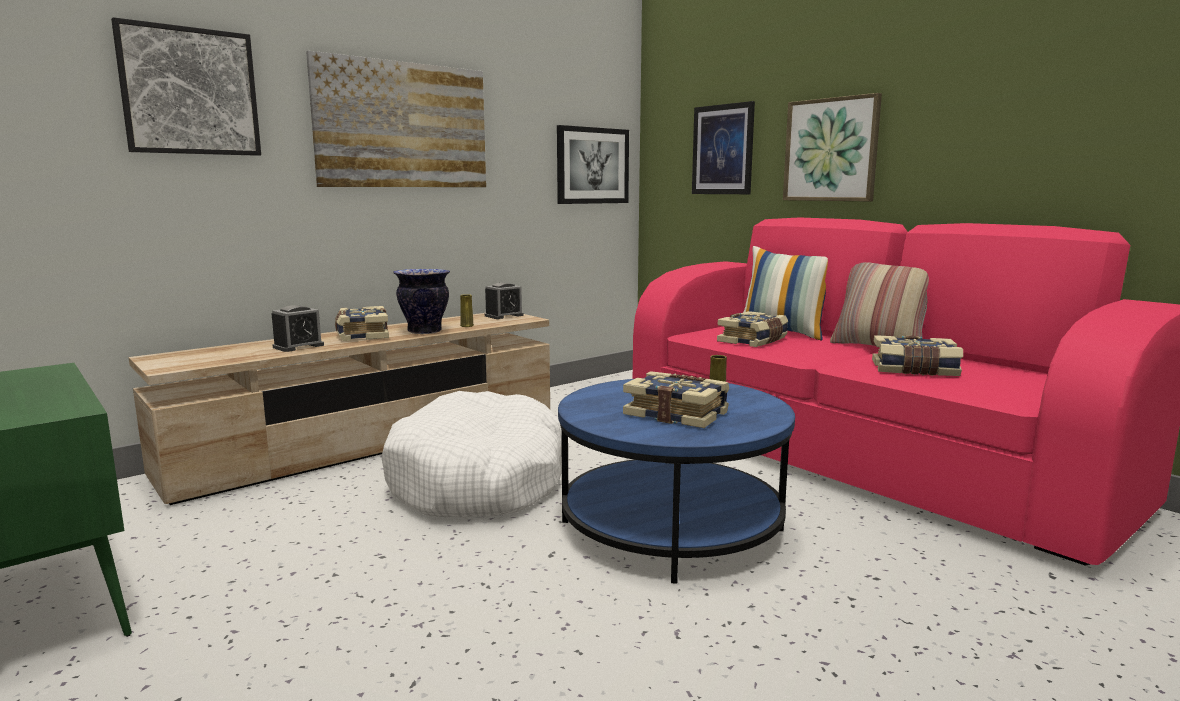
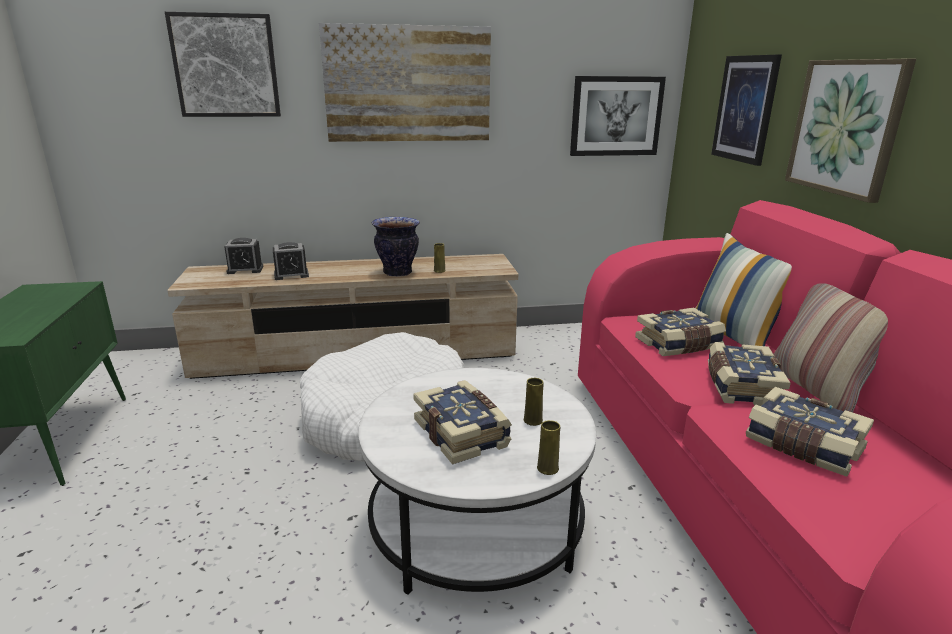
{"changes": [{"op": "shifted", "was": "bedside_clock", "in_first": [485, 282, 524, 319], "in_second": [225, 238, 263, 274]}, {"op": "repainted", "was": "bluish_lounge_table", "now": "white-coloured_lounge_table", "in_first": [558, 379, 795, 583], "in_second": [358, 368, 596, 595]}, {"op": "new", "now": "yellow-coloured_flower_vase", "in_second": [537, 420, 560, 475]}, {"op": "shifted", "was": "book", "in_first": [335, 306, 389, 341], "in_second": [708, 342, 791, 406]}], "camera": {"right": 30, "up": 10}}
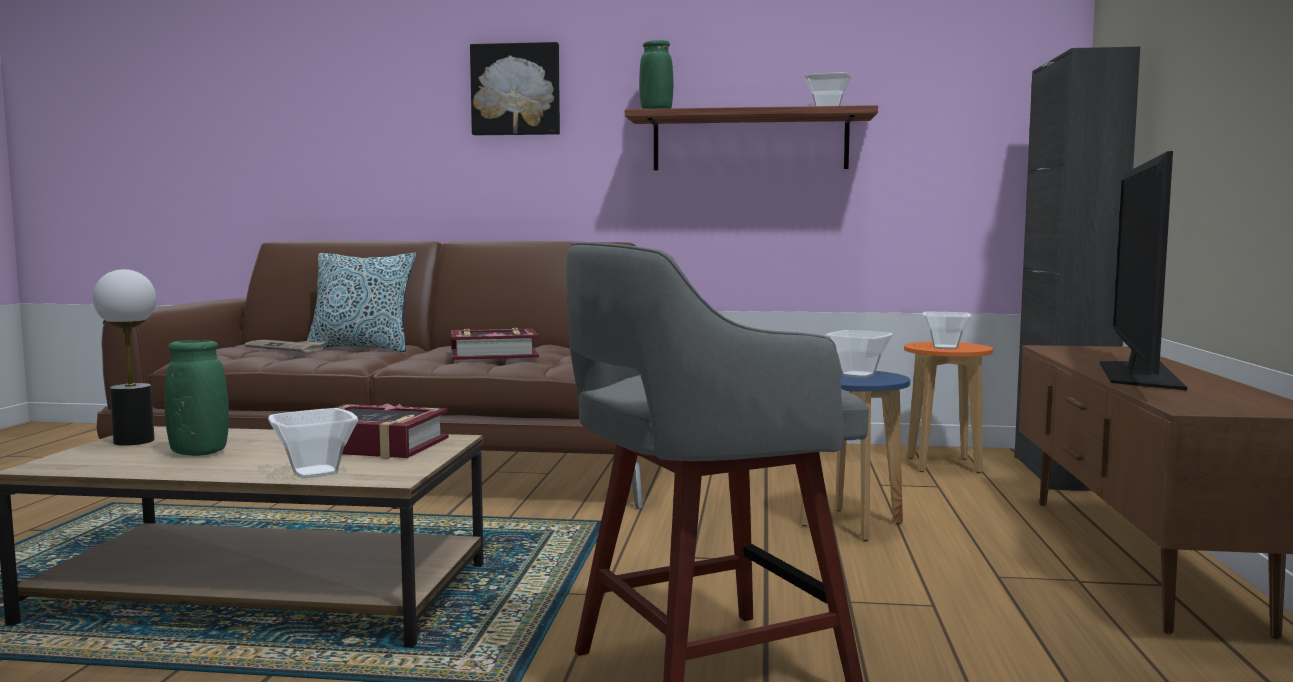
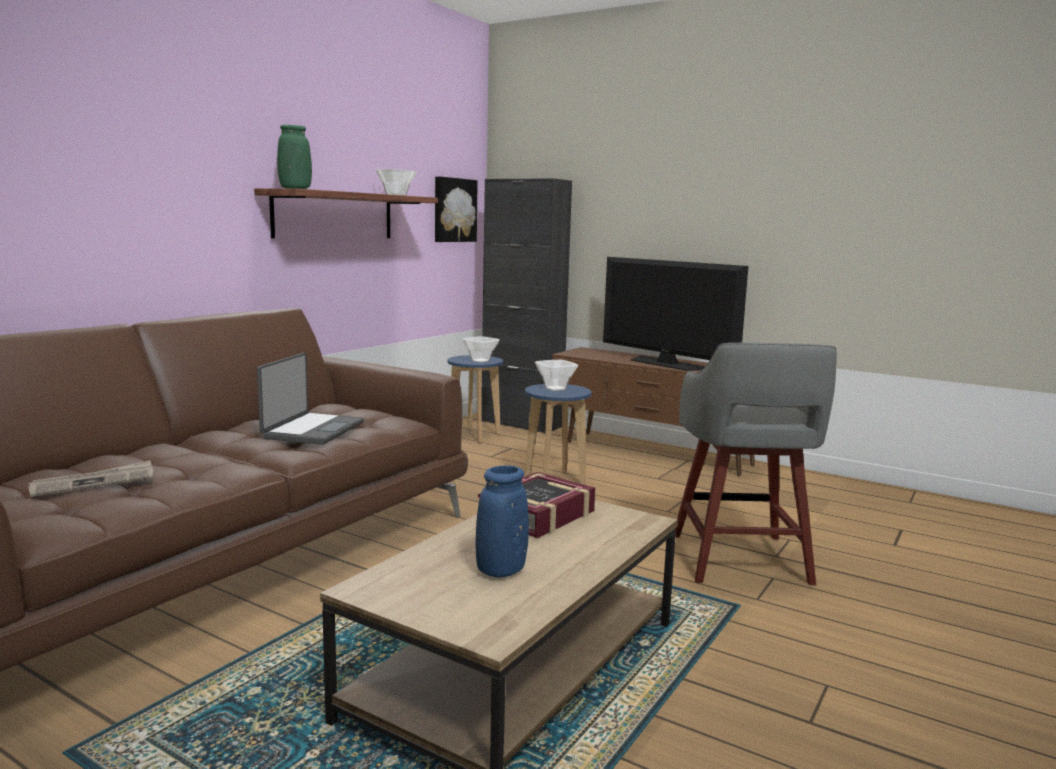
{"changes": [{"op": "swapped", "was": "book", "now": "notebook_computer", "in_first": [451, 328, 539, 360], "in_second": [257, 353, 364, 445]}, {"op": "shifted", "was": "wall_picture", "in_first": [470, 42, 560, 135], "in_second": [435, 176, 478, 242]}, {"op": "repainted", "was": "orange_stool_seat", "now": "bluish_stool_seat", "in_first": [904, 342, 993, 473], "in_second": [448, 355, 503, 443]}, {"op": "repainted", "was": "greenish_flower_vase", "now": "bluish_flower_vase", "in_first": [164, 340, 229, 456], "in_second": [476, 465, 529, 577]}, {"op": "gone", "was": "lamp_for_a_table", "in_first": [93, 269, 156, 446]}, {"op": "gone", "was": "bowl", "in_first": [268, 408, 358, 479]}, {"op": "gone", "was": "pillow", "in_first": [307, 252, 416, 352]}], "camera": {"right": -65, "up": 5}}
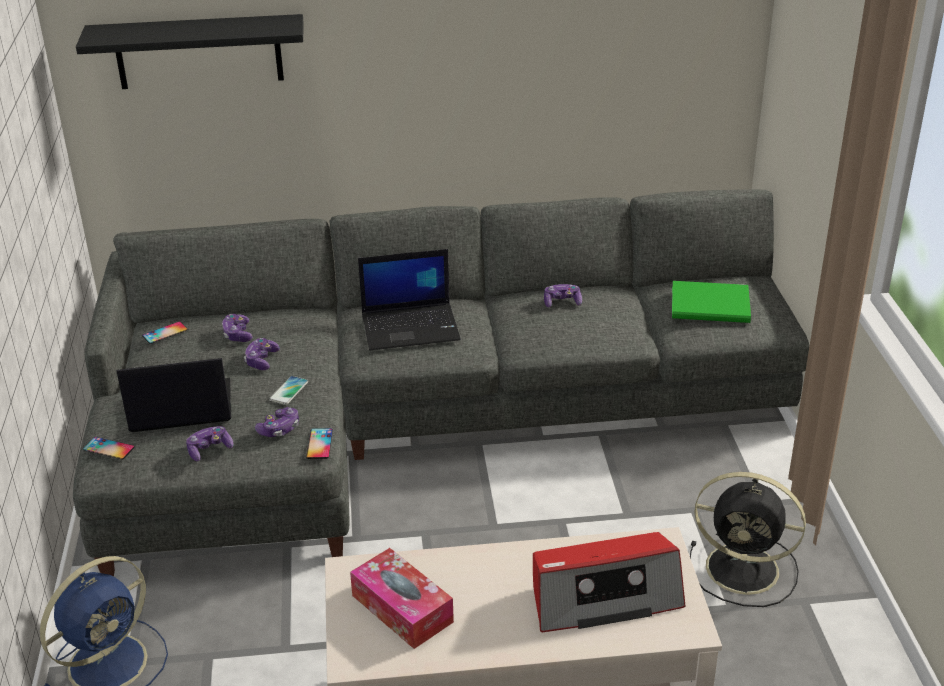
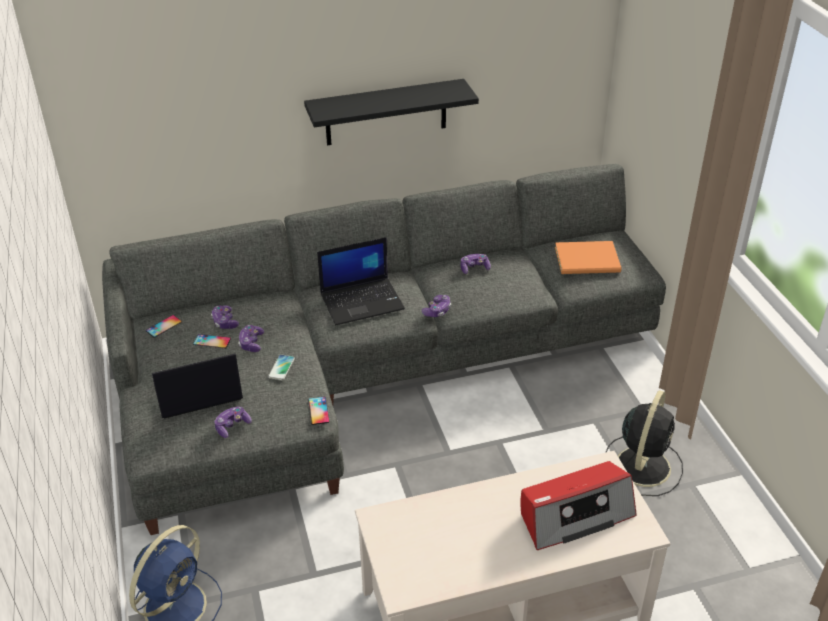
{"changes": [{"op": "shifted", "was": "handset", "in_first": [83, 437, 135, 460], "in_second": [193, 334, 231, 348]}, {"op": "shifted", "was": "black_shelf", "in_first": [76, 14, 303, 89], "in_second": [304, 79, 479, 146]}, {"op": "shifted", "was": "joypad", "in_first": [255, 407, 299, 437], "in_second": [422, 295, 451, 317]}, {"op": "repainted", "was": "greenish_book", "now": "orange_book", "in_first": [672, 281, 751, 323], "in_second": [555, 241, 621, 274]}, {"op": "rotated", "was": "black_electric_fan", "in_first": [690, 472, 806, 607], "in_second": [606, 390, 683, 496], "clockwise": -75}, {"op": "gone", "was": "tissue_box", "in_first": [350, 548, 454, 649]}], "camera": {"right": -10, "up": 5}}
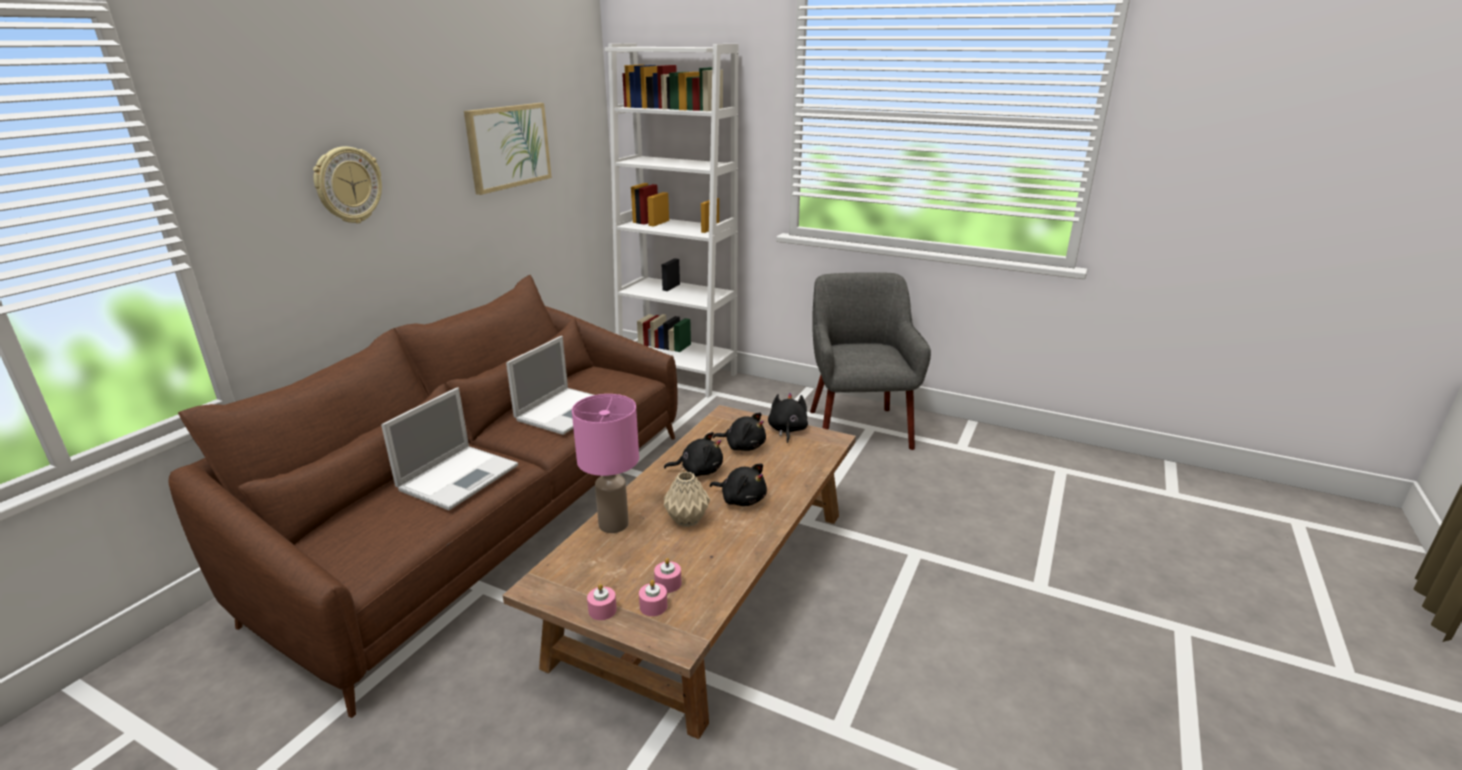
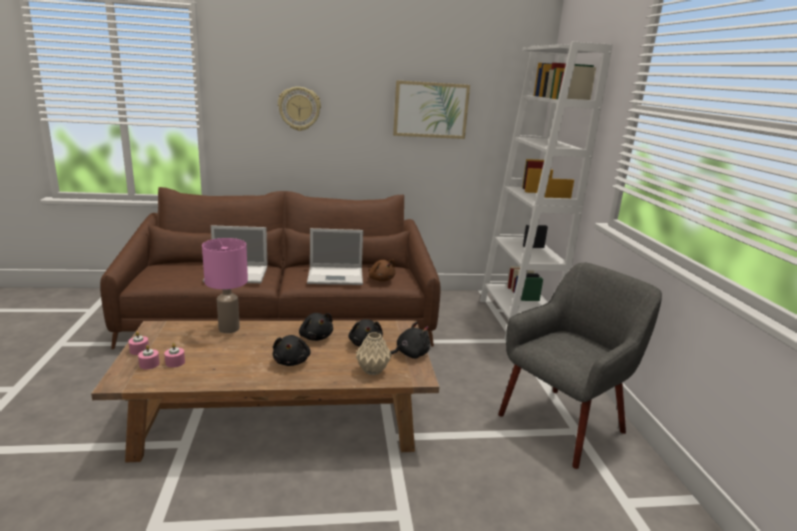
{"changes": [{"op": "shifted", "was": "beige-coloured_flower_vase", "in_first": [664, 471, 710, 527], "in_second": [356, 332, 392, 375]}, {"op": "new", "now": "brown-coloured_cuddly_toy", "in_second": [368, 260, 396, 282]}], "camera": {"right": 55, "up": -5}}
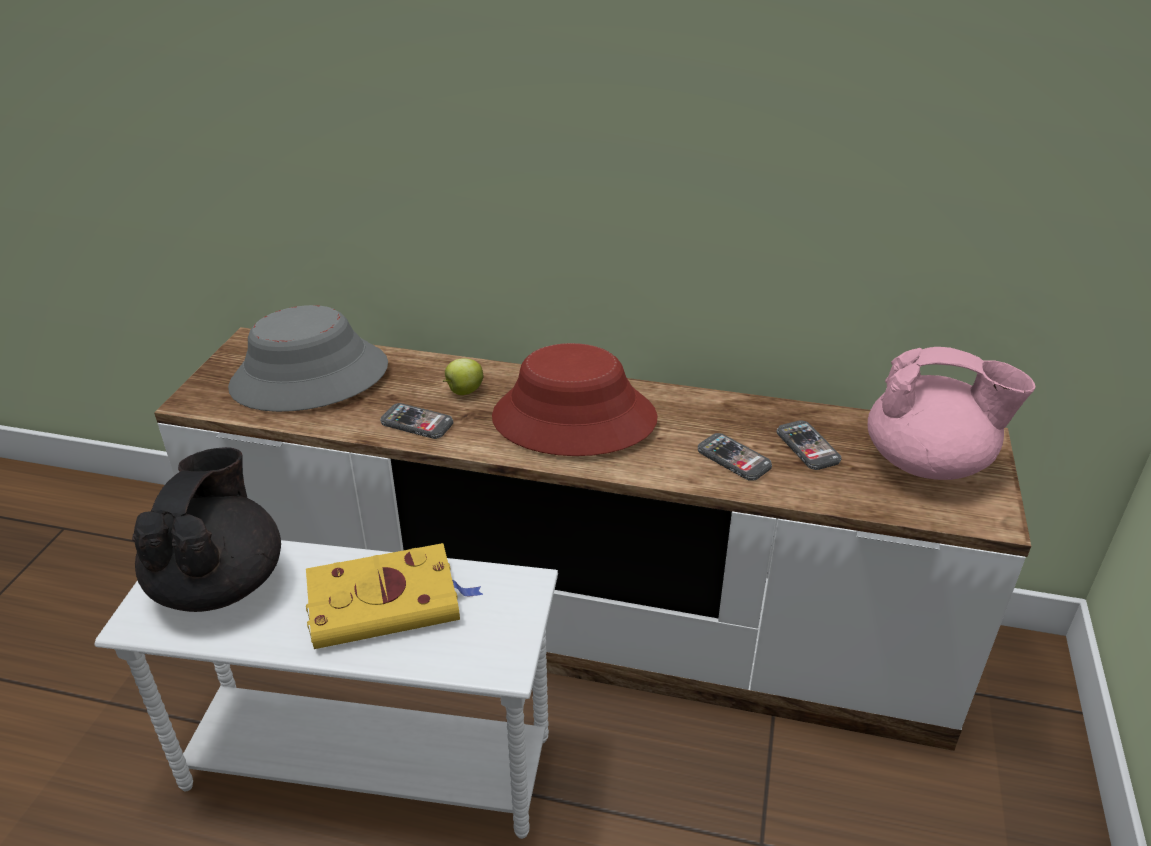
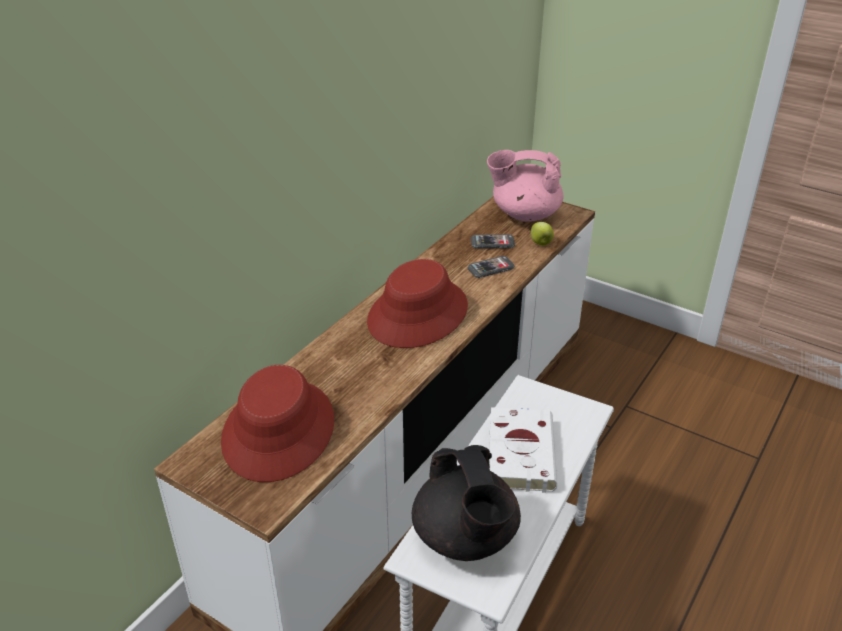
{"changes": [{"op": "repainted", "was": "gray_hat", "now": "red_hat", "in_first": [228, 305, 388, 412], "in_second": [221, 365, 334, 482]}, {"op": "rotated", "was": "black_pot_for_tea", "in_first": [132, 447, 281, 612], "in_second": [412, 445, 521, 561], "clockwise": -135}, {"op": "rotated", "was": "pink-coloured_pot_for_tea", "in_first": [868, 347, 1035, 480], "in_second": [487, 150, 563, 222], "clockwise": -120}, {"op": "repainted", "was": "yellow-coloured_book", "now": "white-coloured_book", "in_first": [306, 543, 483, 649], "in_second": [489, 407, 557, 493]}, {"op": "shifted", "was": "apple", "in_first": [443, 358, 484, 395], "in_second": [531, 222, 554, 246]}, {"op": "gone", "was": "handset", "in_first": [380, 403, 453, 439]}], "camera": {"right": -70, "up": 0}}
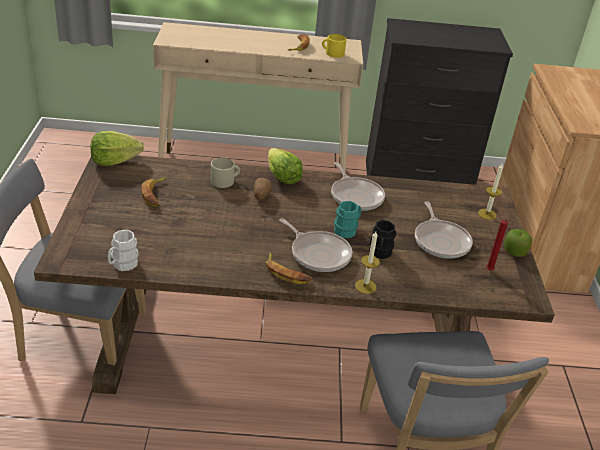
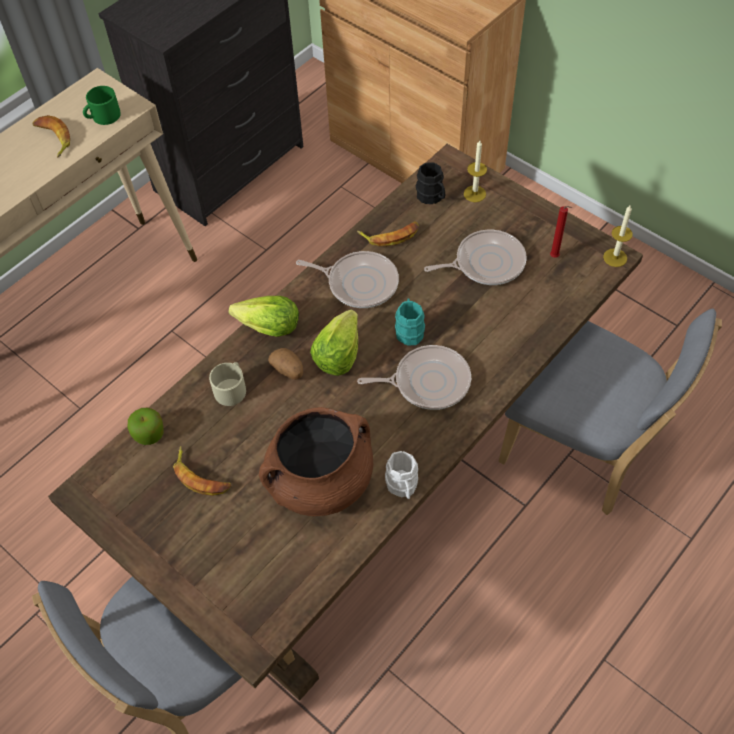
{"changes": [{"op": "repainted", "was": "yellow-coloured_tea_mug", "now": "greenish_tea_mug", "in_first": [322, 34, 347, 58], "in_second": [83, 86, 121, 125]}, {"op": "shifted", "was": "apple", "in_first": [504, 229, 532, 257], "in_second": [128, 408, 164, 445]}, {"op": "new", "now": "brown-coloured_stockpot", "in_second": [259, 407, 373, 516]}, {"op": "shifted", "was": "head_of_lettuce", "in_first": [90, 131, 144, 166], "in_second": [310, 310, 358, 376]}, {"op": "shifted", "was": "banana", "in_first": [266, 252, 312, 284], "in_second": [357, 221, 419, 247]}, {"op": "shifted", "was": "white-coloured_tea_mug", "in_first": [108, 230, 139, 271], "in_second": [385, 451, 418, 499]}, {"op": "shifted", "was": "black_tea_mug", "in_first": [369, 220, 396, 259], "in_second": [416, 162, 445, 204]}, {"op": "rotated", "was": "pan", "in_first": [415, 201, 473, 259], "in_second": [424, 230, 527, 285], "clockwise": -45}, {"op": "shifted", "was": "wax_candle", "in_first": [355, 231, 380, 294], "in_second": [603, 205, 633, 267]}], "camera": {"right": -45, "up": 20}}
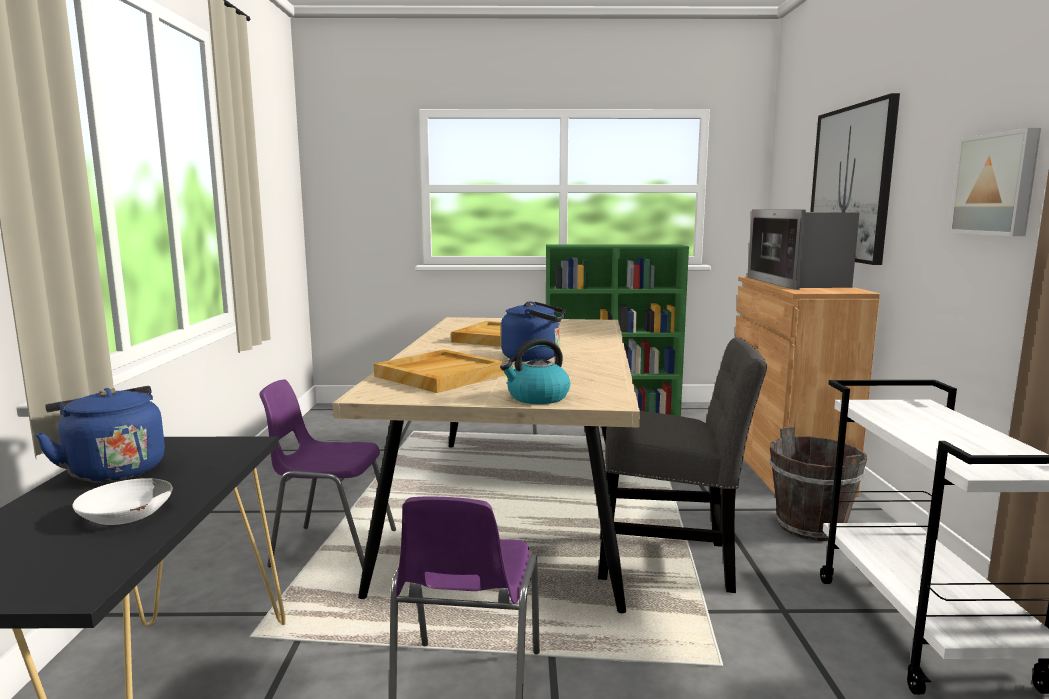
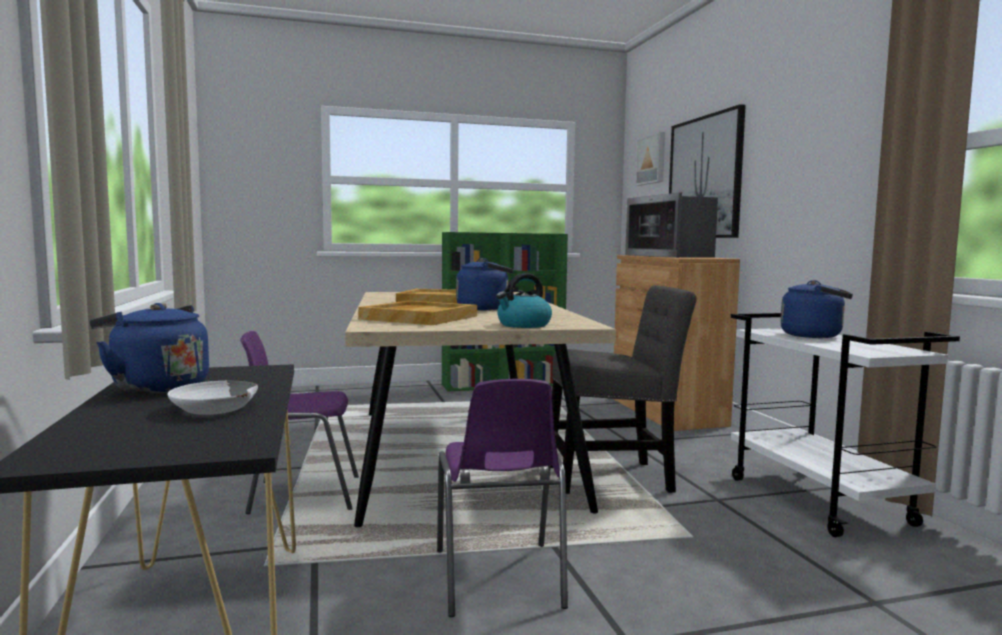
{"changes": [{"op": "shifted", "was": "wall_picture", "in_first": [948, 128, 1041, 236], "in_second": [635, 132, 665, 186]}, {"op": "new", "now": "bluish_water_kettle", "in_second": [780, 280, 853, 338]}, {"op": "gone", "was": "brown-coloured_pail", "in_first": [770, 427, 867, 541]}], "camera": {"right": -15, "up": -5}}
